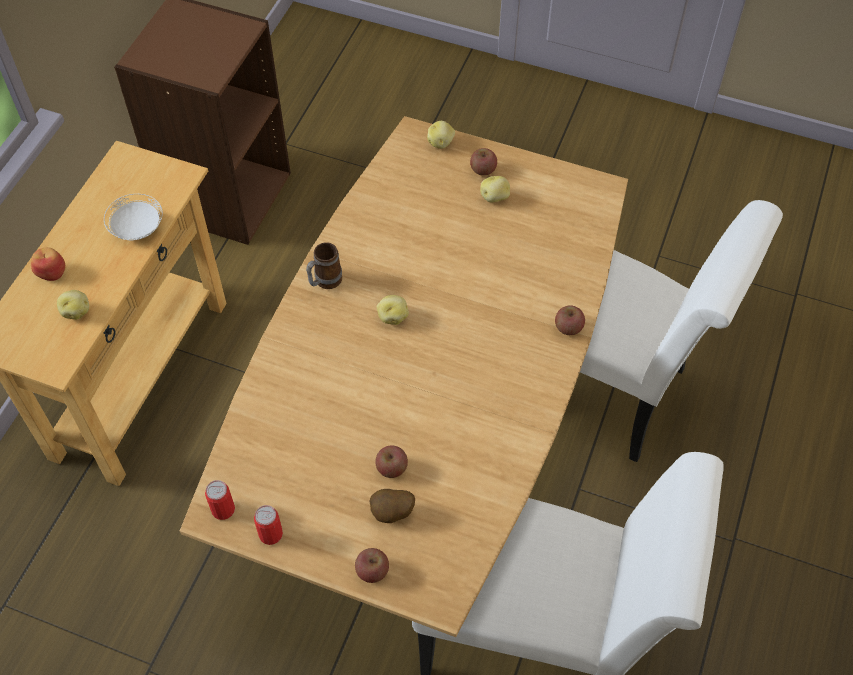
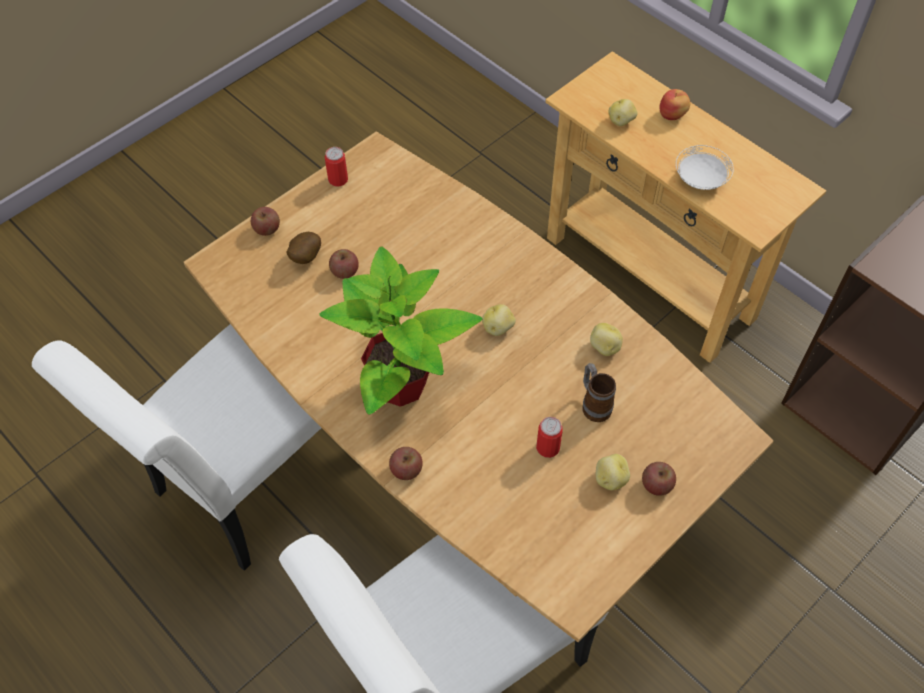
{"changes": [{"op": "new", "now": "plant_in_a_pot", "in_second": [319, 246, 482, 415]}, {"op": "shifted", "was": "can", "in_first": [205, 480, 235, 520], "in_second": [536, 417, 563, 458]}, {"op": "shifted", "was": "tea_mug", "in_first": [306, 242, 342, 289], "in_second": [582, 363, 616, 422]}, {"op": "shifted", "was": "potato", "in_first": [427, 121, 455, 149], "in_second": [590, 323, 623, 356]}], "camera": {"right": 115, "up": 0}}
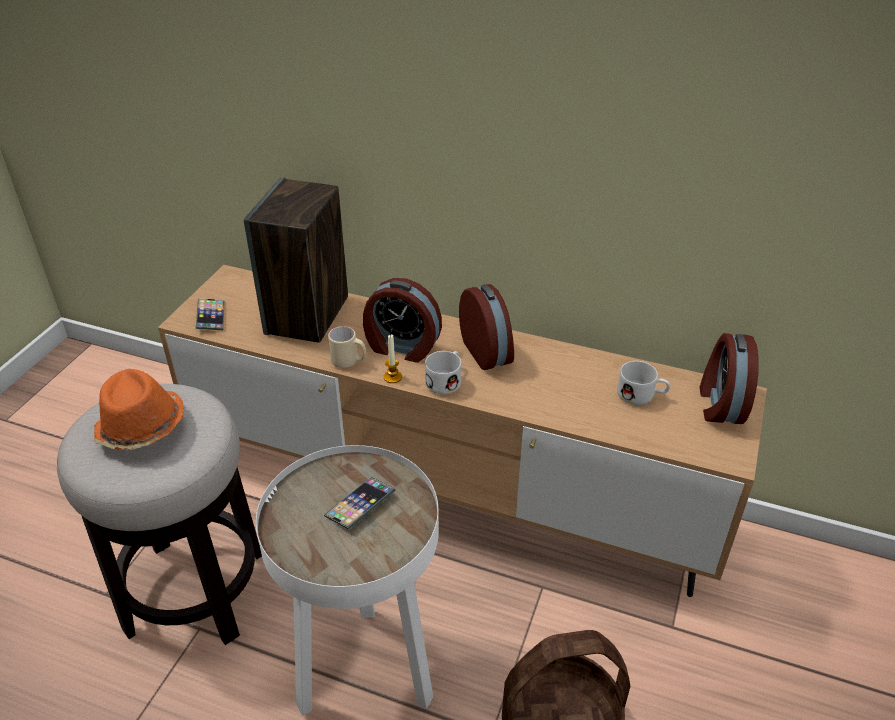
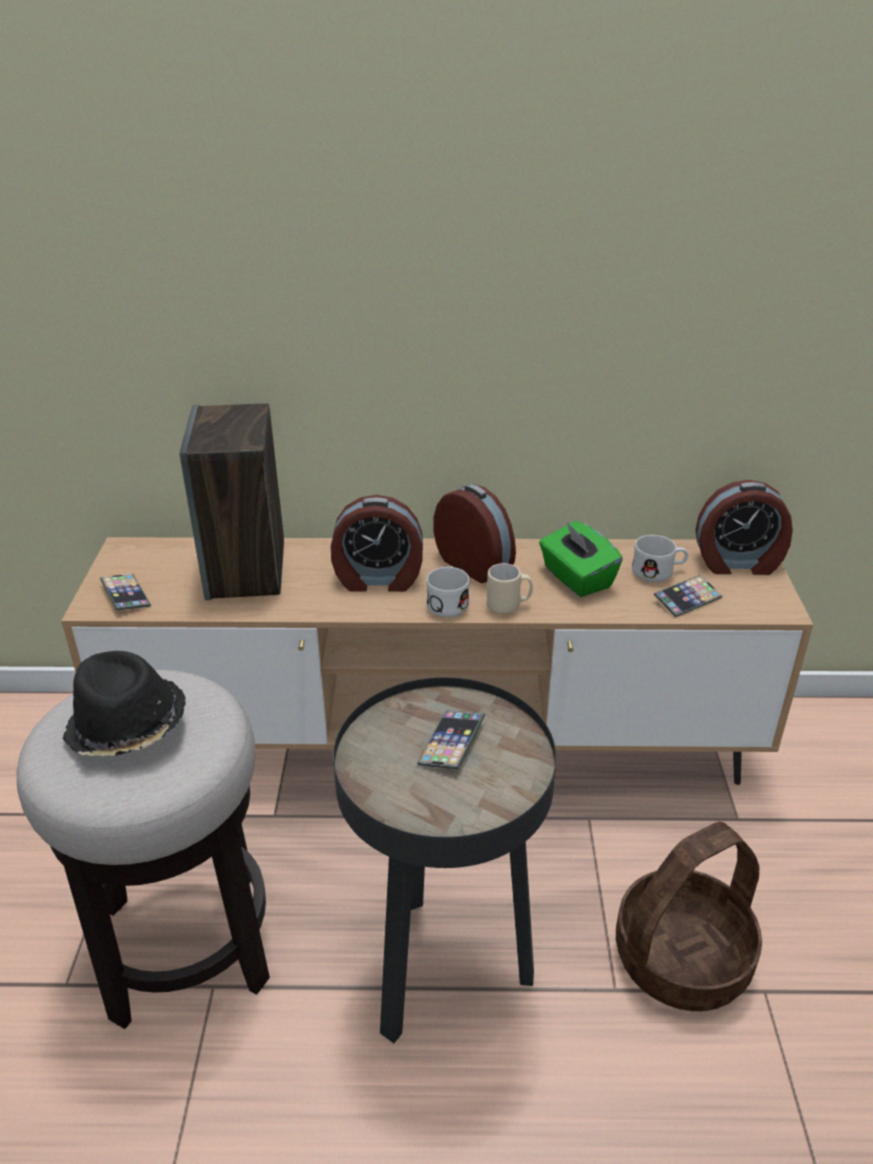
{"changes": [{"op": "repainted", "was": "orange_hat", "now": "black_hat", "in_first": [93, 369, 184, 450], "in_second": [62, 651, 186, 756]}, {"op": "repainted", "was": "white-coloured_end_table", "now": "black_end_table", "in_first": [256, 445, 439, 716], "in_second": [333, 677, 556, 1043]}, {"op": "shifted", "was": "beige-coloured_tea_mug", "in_first": [328, 326, 366, 368], "in_second": [487, 563, 533, 614]}, {"op": "new", "now": "greenish_tissue_box", "in_second": [539, 521, 623, 597]}, {"op": "new", "now": "handset", "in_second": [654, 575, 722, 617]}, {"op": "rotated", "was": "bedside_clock", "in_first": [699, 333, 759, 424], "in_second": [696, 480, 793, 575], "clockwise": -75}, {"op": "gone", "was": "wax_candle", "in_first": [384, 334, 402, 383]}], "camera": {"right": -20, "up": -5}}
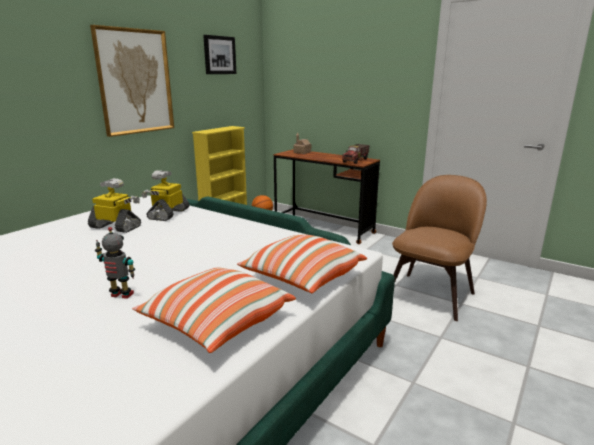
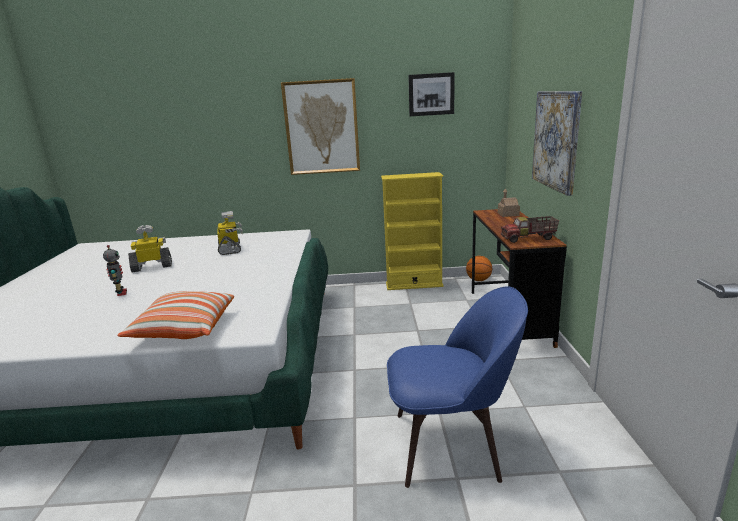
{"changes": [{"op": "shifted", "was": "toy_robot", "in_first": [141, 170, 190, 221], "in_second": [128, 225, 172, 272]}, {"op": "repainted", "was": "brown-coloured_plain_chair", "now": "bluish_plain_chair", "in_first": [392, 175, 487, 321], "in_second": [387, 286, 528, 488]}, {"op": "new", "now": "wall_picture", "in_second": [532, 91, 582, 196]}, {"op": "gone", "was": "pillow", "in_first": [132, 267, 296, 353]}], "camera": {"right": 55, "up": 0}}
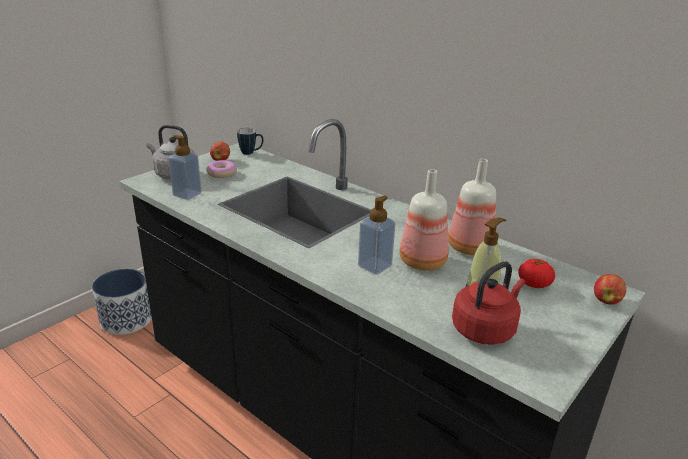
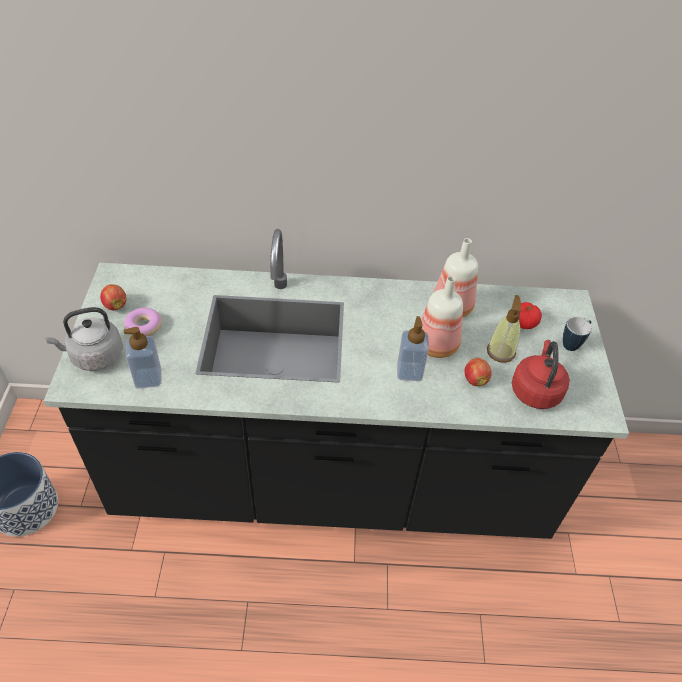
{"changes": [{"op": "shifted", "was": "apple", "in_first": [594, 274, 626, 304], "in_second": [464, 358, 492, 386]}, {"op": "shifted", "was": "tea_mug", "in_first": [237, 128, 264, 155], "in_second": [563, 317, 592, 351]}], "camera": {"right": -40, "up": 20}}
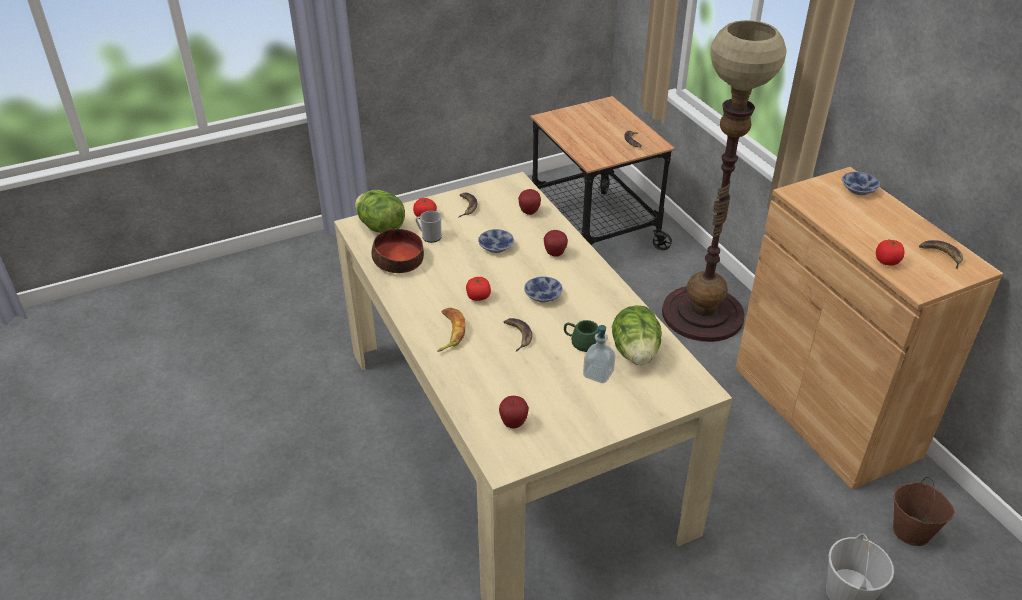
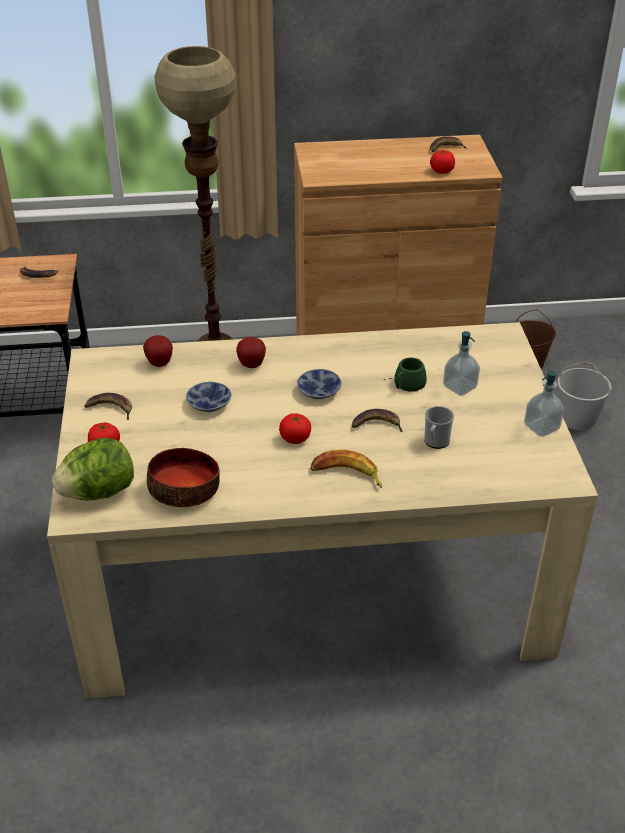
{"changes": [{"op": "shifted", "was": "tea_mug", "in_first": [415, 211, 442, 243], "in_second": [424, 406, 454, 449]}, {"op": "new", "now": "liquid_soap_bottle", "in_second": [524, 370, 564, 437]}, {"op": "gone", "was": "apple", "in_first": [499, 396, 529, 429]}, {"op": "gone", "was": "head_of_lettuce", "in_first": [612, 305, 662, 365]}, {"op": "gone", "was": "bowl", "in_first": [842, 172, 880, 195]}], "camera": {"right": -70, "up": 0}}
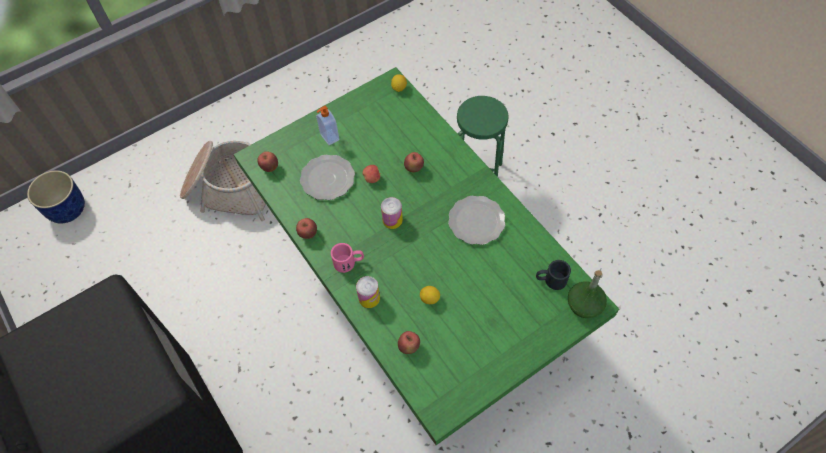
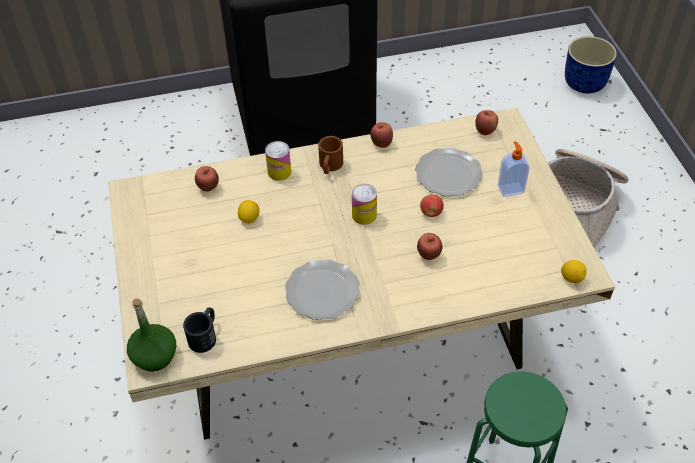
{"changes": [{"op": "repainted", "was": "greenish_kitchen_table", "now": "beige-coloured_kitchen_table", "in_first": [234, 67, 619, 445], "in_second": [108, 108, 615, 440]}, {"op": "repainted", "was": "pink-coloured_tea_mug", "now": "brown-coloured_tea_mug", "in_first": [331, 243, 364, 273], "in_second": [318, 136, 343, 174]}], "camera": {"right": 110, "up": -10}}
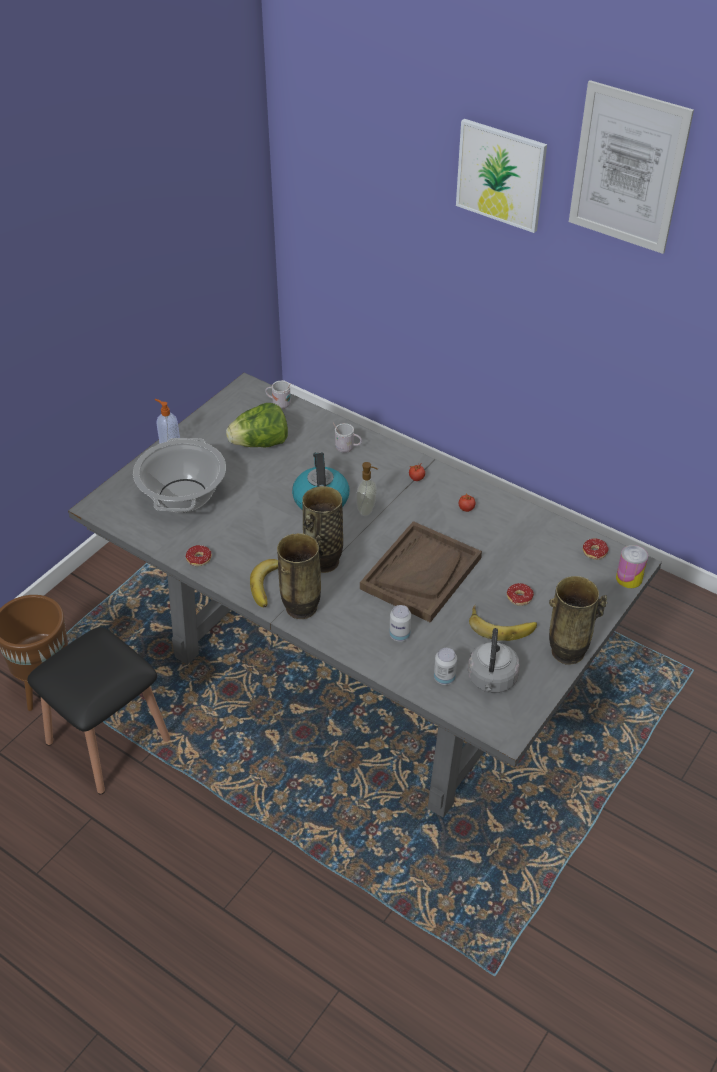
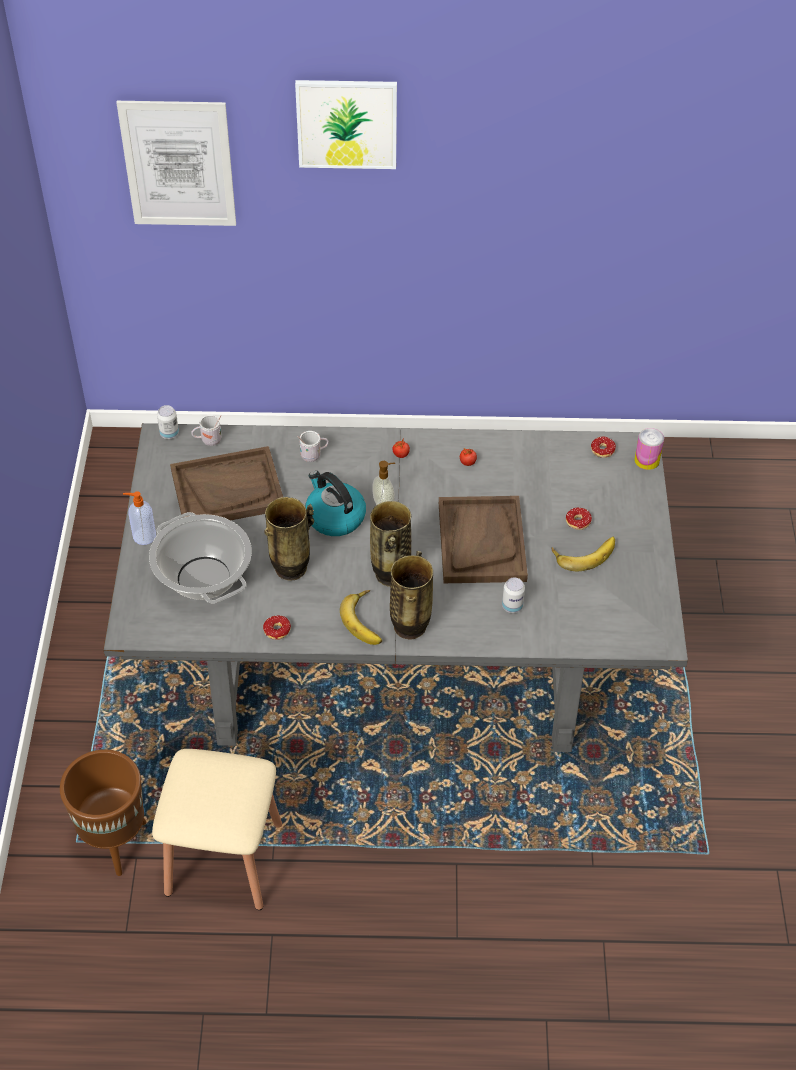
{"changes": [{"op": "shifted", "was": "wall_picture", "in_first": [569, 80, 694, 254], "in_second": [116, 101, 236, 226]}, {"op": "repainted", "was": "black_stool_seat", "now": "beige-coloured_stool_seat", "in_first": [27, 627, 170, 795], "in_second": [152, 749, 282, 910]}, {"op": "shifted", "was": "can", "in_first": [434, 648, 457, 685], "in_second": [157, 405, 179, 439]}, {"op": "swapped", "was": "head_of_lettuce", "now": "brown-coloured_tray", "in_first": [226, 403, 288, 448], "in_second": [170, 446, 283, 520]}, {"op": "shifted", "was": "flower_vase", "in_first": [549, 576, 607, 665], "in_second": [264, 497, 314, 581]}, {"op": "gone", "was": "gray_water_kettle", "in_first": [468, 628, 520, 693]}], "camera": {"right": -35, "up": 5}}
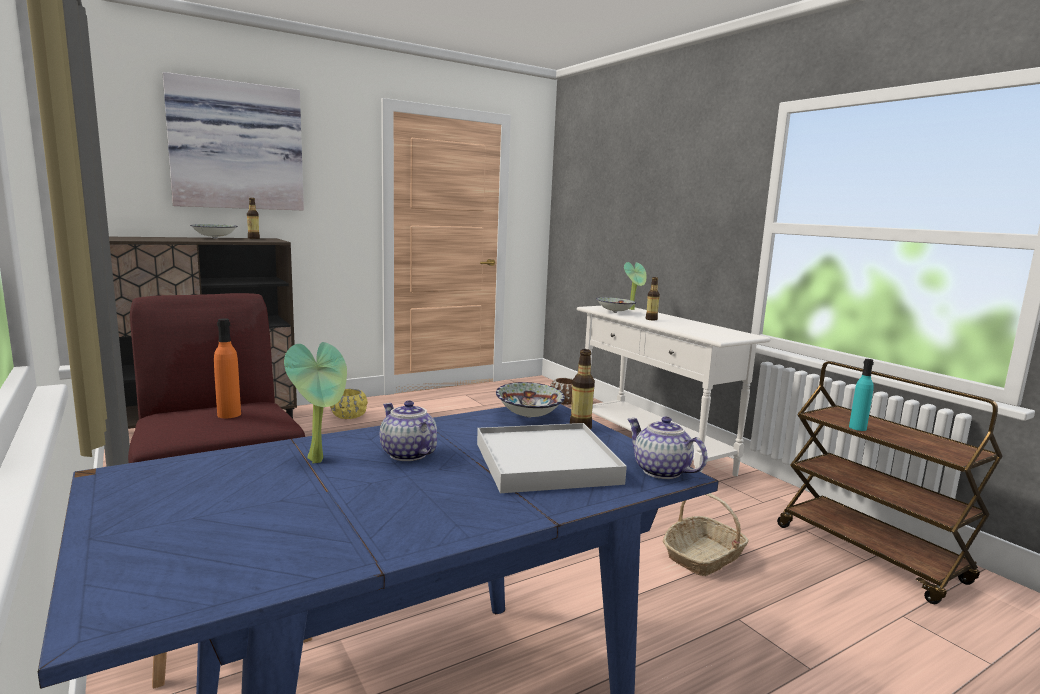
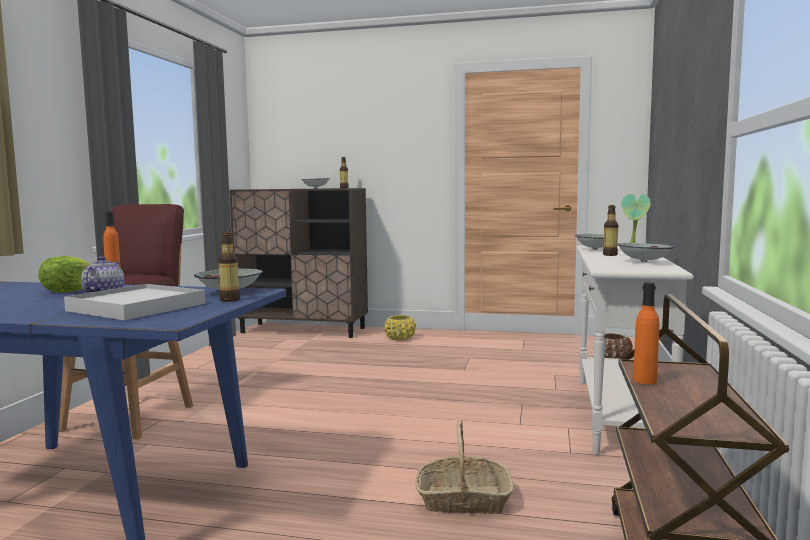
{"changes": [{"op": "swapped", "was": "plant_in_a_pot", "now": "head_of_lettuce", "in_first": [284, 342, 347, 464], "in_second": [38, 256, 90, 293]}, {"op": "new", "now": "bowl", "in_second": [617, 243, 675, 263]}, {"op": "repainted", "was": "turquoise_beverage_bottle", "now": "orange_beverage_bottle", "in_first": [849, 359, 874, 431], "in_second": [633, 282, 659, 384]}, {"op": "gone", "was": "wall_picture", "in_first": [162, 72, 304, 210]}, {"op": "gone", "was": "pot_for_tea", "in_first": [627, 416, 707, 479]}], "camera": {"right": 45, "up": -5}}
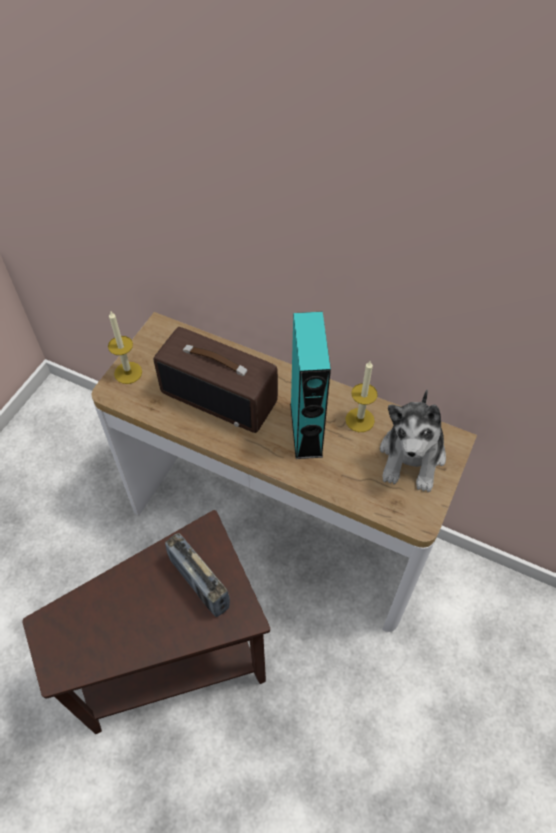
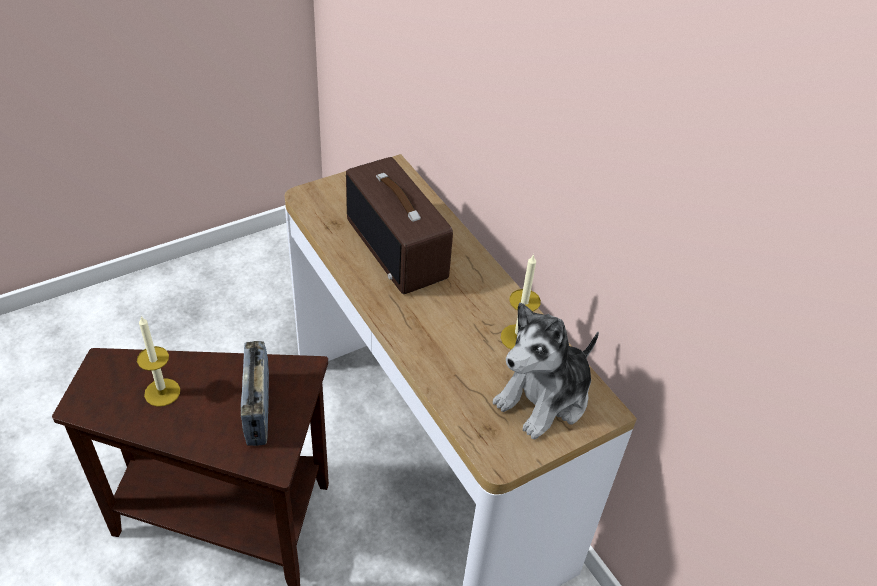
{"changes": [{"op": "shifted", "was": "wax_candle", "in_first": [108, 312, 142, 384], "in_second": [137, 316, 180, 407]}, {"op": "gone", "was": "turquoise_speaker", "in_first": [290, 312, 331, 459]}], "camera": {"right": 30, "up": -10}}
